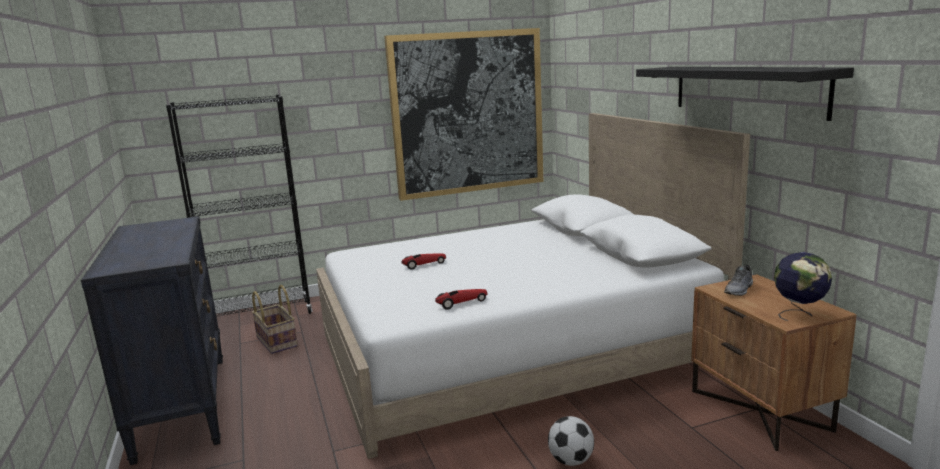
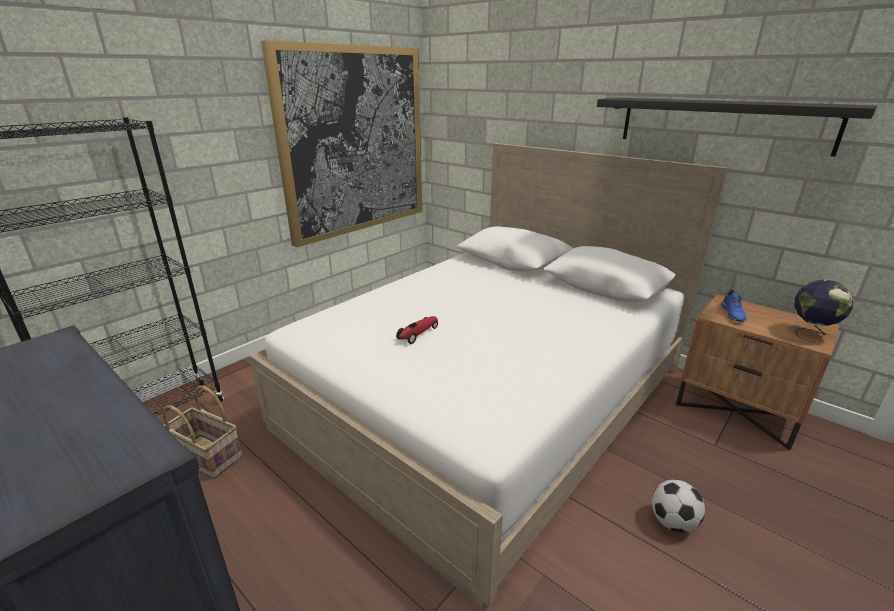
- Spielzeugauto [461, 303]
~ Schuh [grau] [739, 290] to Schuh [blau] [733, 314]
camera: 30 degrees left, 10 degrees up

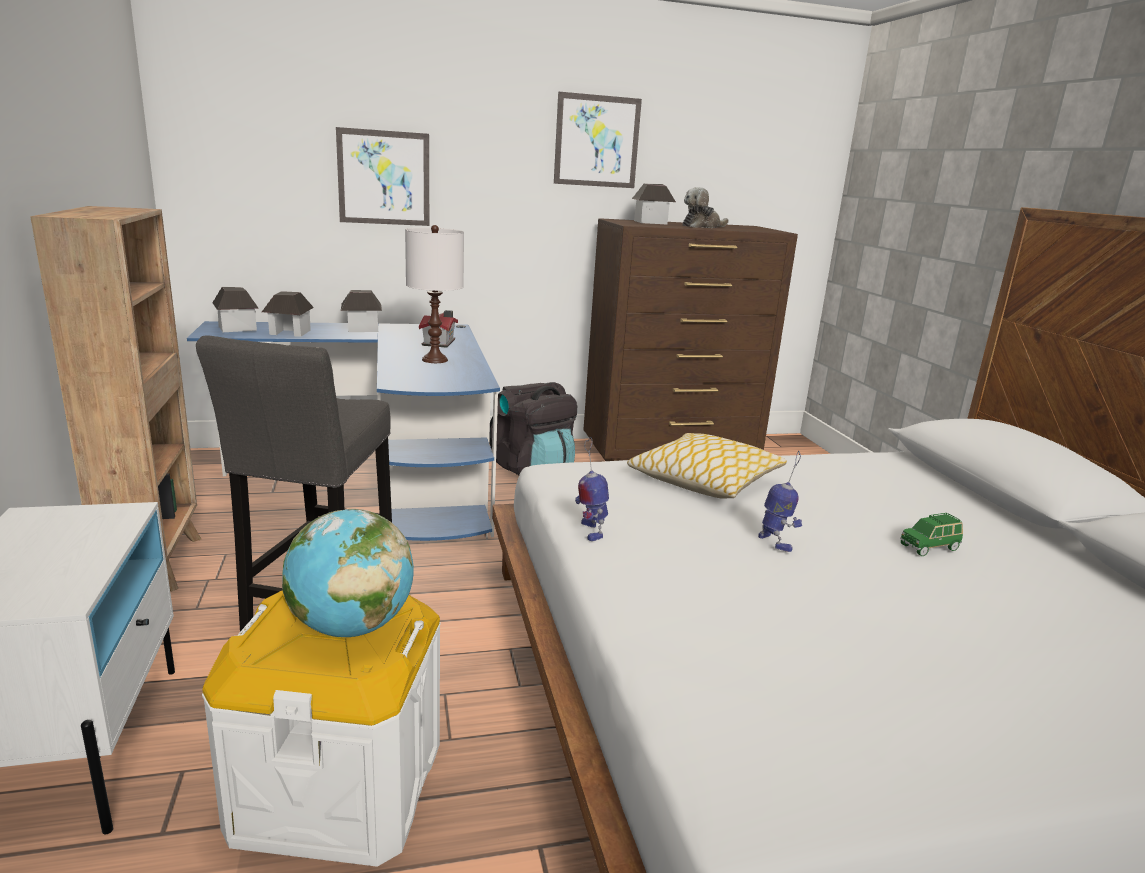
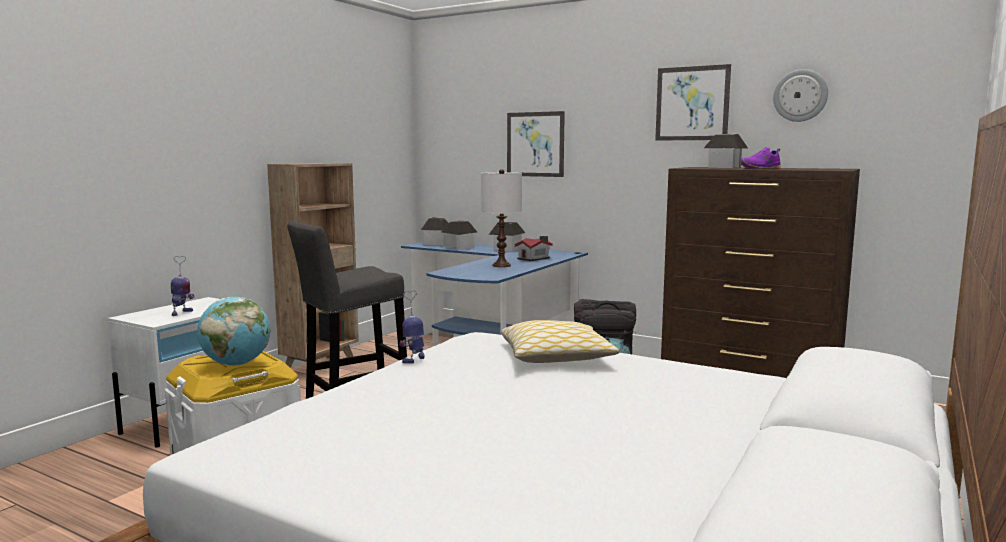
~ Plüschtier [702, 227] to Schuh [lila] [761, 168]
~ Spielzeugroboter [775, 542] to [181, 313]
- Spielzeugauto [grün] [929, 547]
+ Wanduhr [800, 95]
camera: 45 degrees right, 10 degrees down

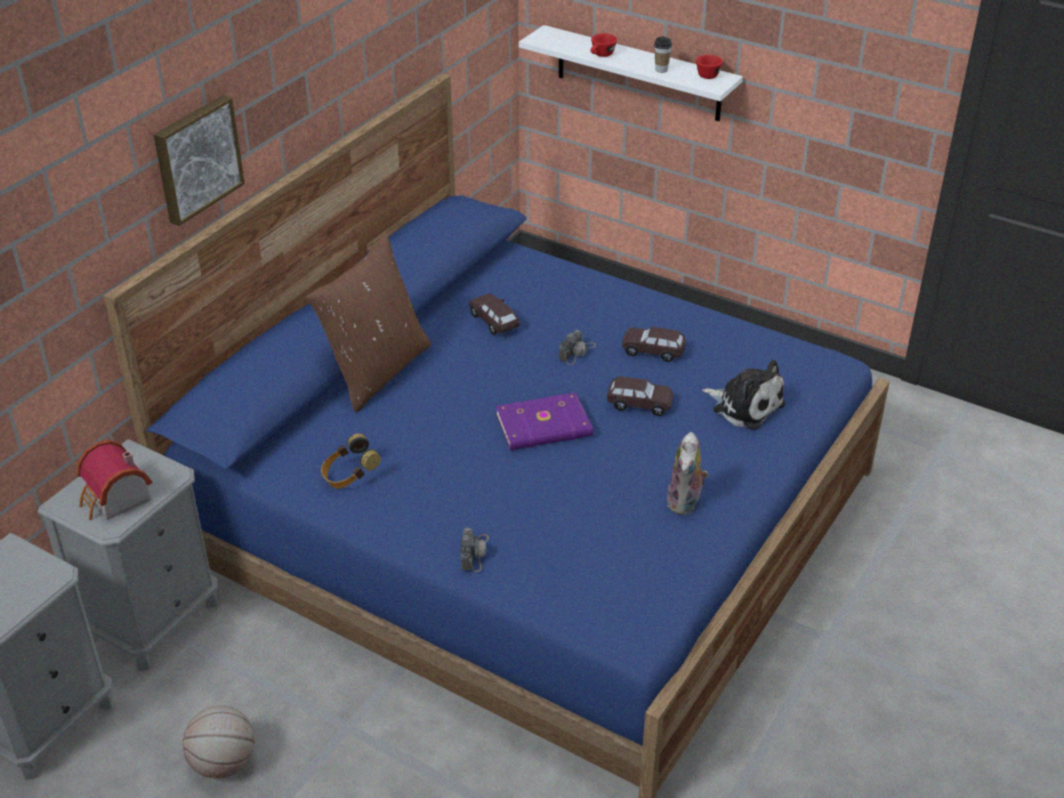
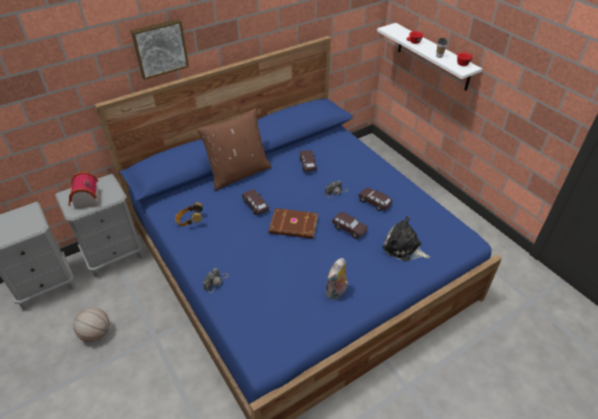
~ Buch [lila] [545, 426] to Buch [braun] [294, 226]
~ Plüschtier [745, 406] = [403, 248] 150 degrees clockwise
+ Spielzeugauto [braun] [255, 206]
camera: 25 degrees right, 5 degrees up

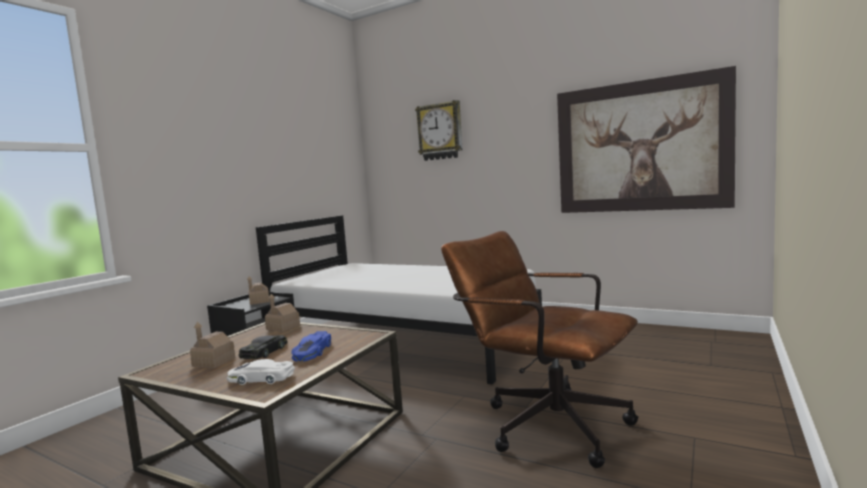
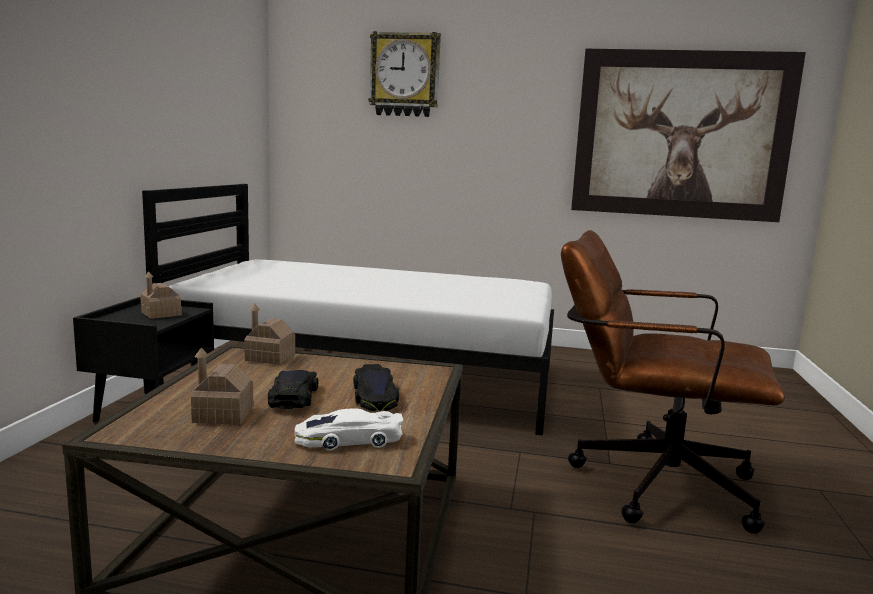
~ Spielzeugauto [blau] [312, 352] to Spielzeugauto [schwarz] [375, 396]
camera: 20 degrees left, 5 degrees up

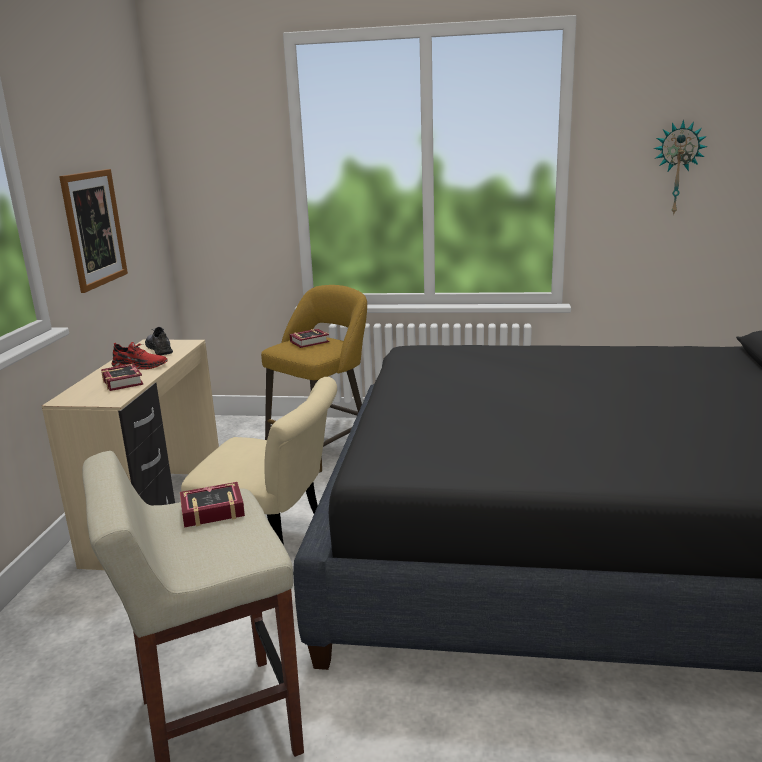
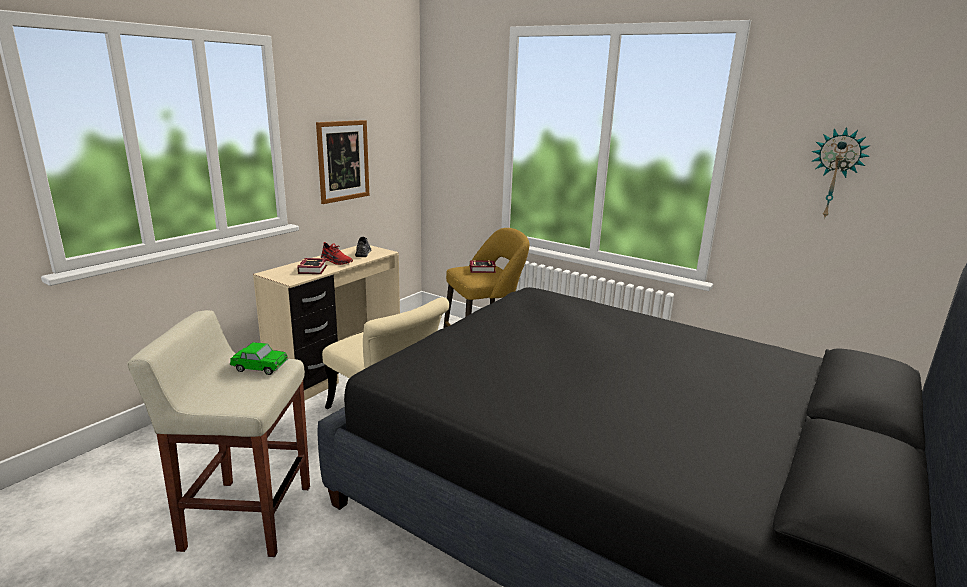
~ Buch [209, 510] to Spielzeugauto [260, 368]
camera: 25 degrees right, 0 degrees up

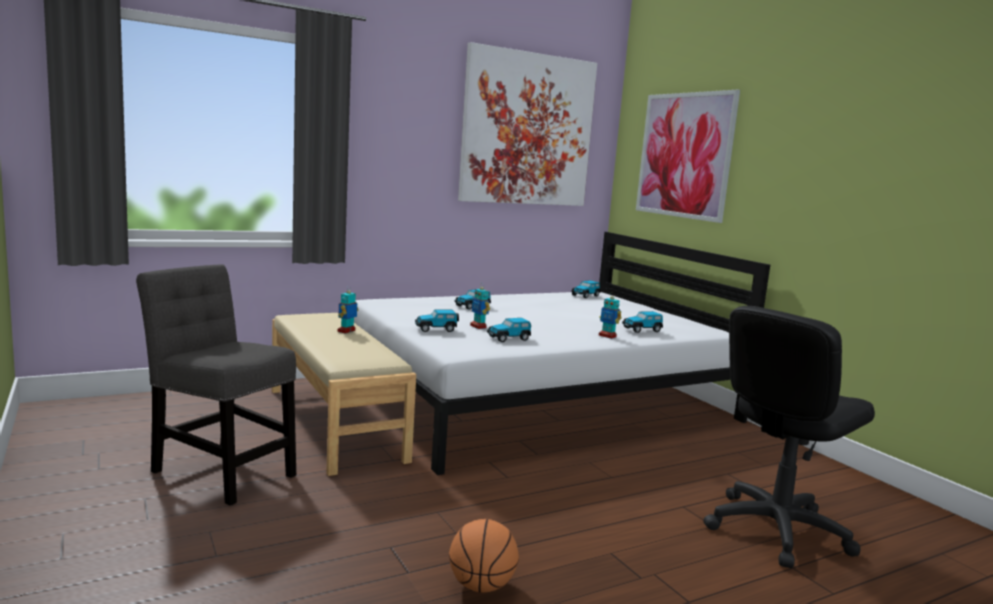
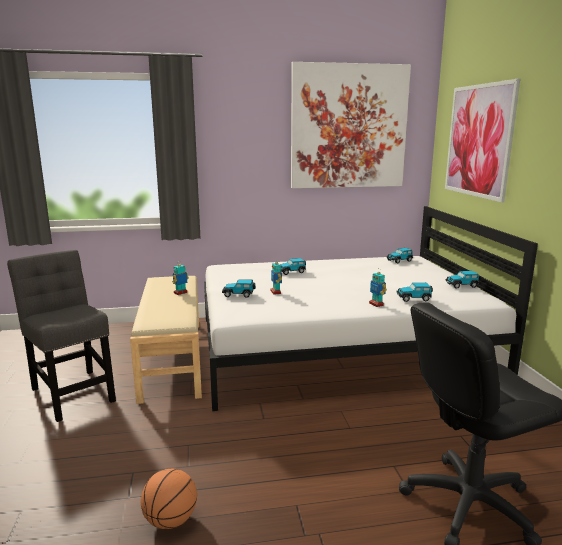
~ Spielzeugauto [509, 338] to [462, 285]
camera: 20 degrees right, 5 degrees up

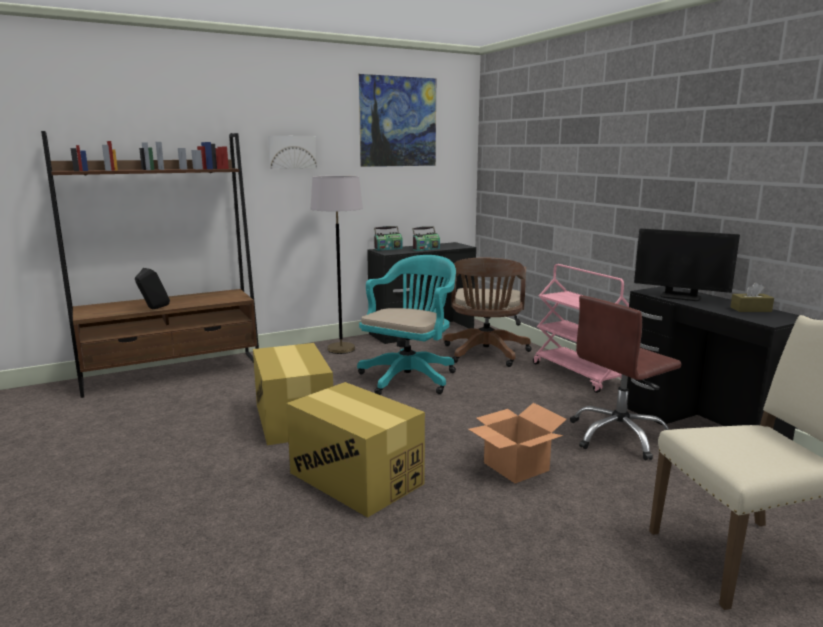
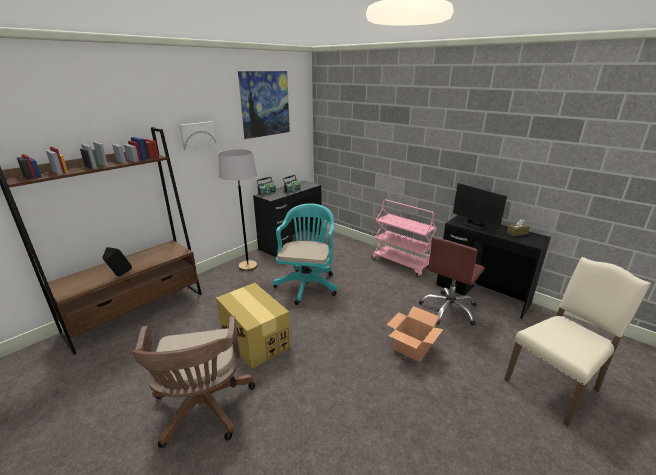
- Karton [355, 478]
~ Bürostuhl [braun] [485, 354] to [203, 410]
~ Monitor [680, 297] = [475, 225] 45 degrees clockwise
camera: 20 degrees left, 10 degrees up

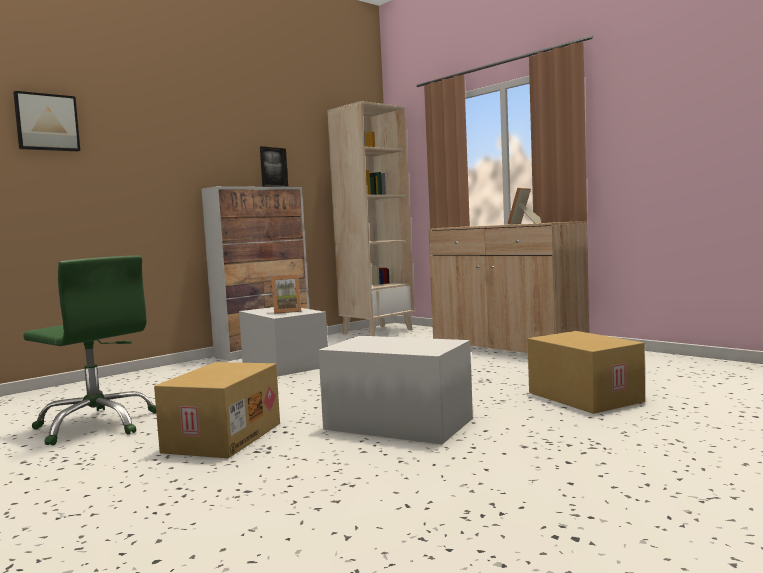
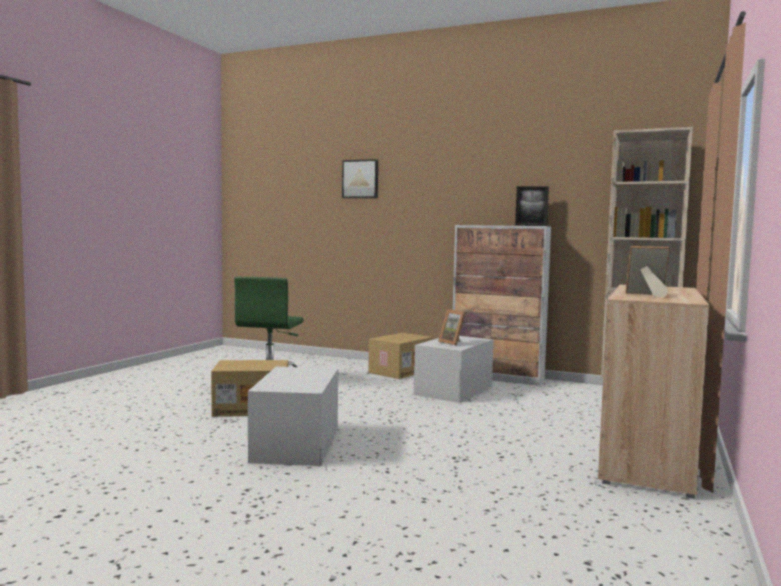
~ Karton [582, 397] to [400, 371]
camera: 65 degrees right, 0 degrees up

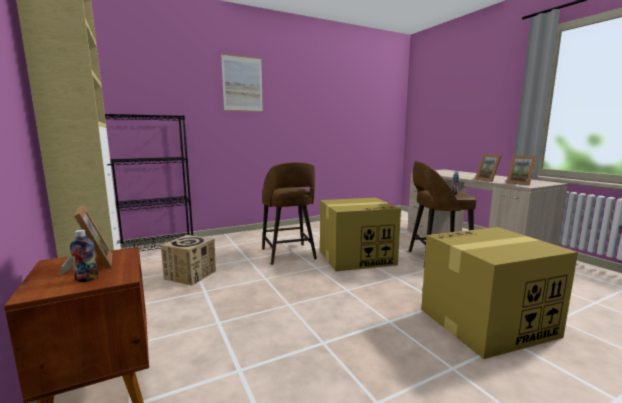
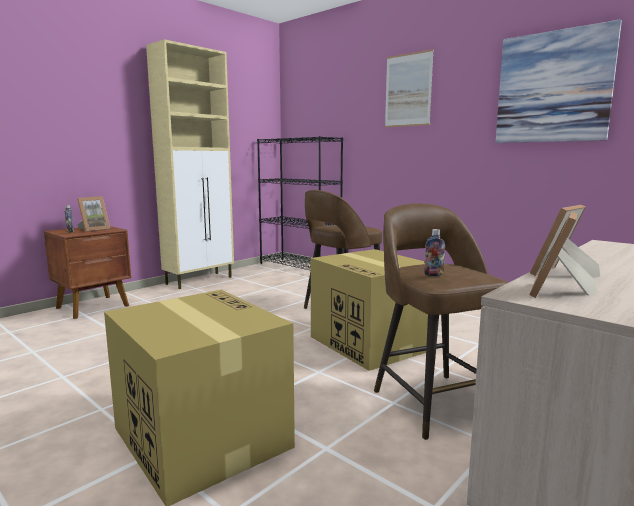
- Karton [190, 275]
+ Bild [553, 87]
camera: 70 degrees right, 0 degrees up

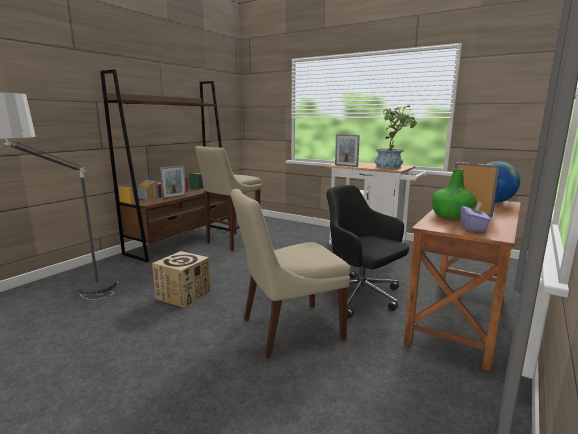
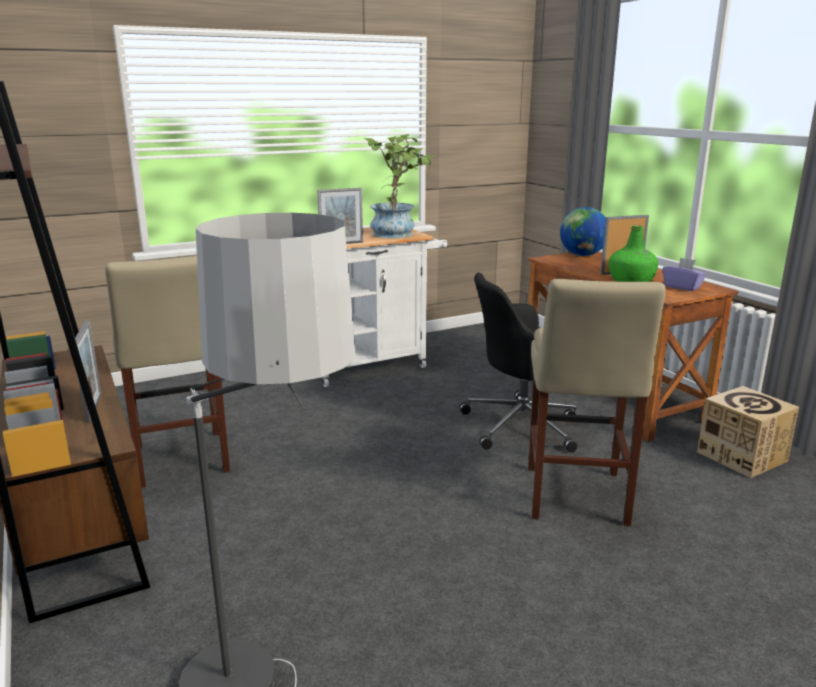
~ Karton [183, 295] to [741, 456]
~ Stuhl [beige] [288, 329] to Hocker [beige] [575, 498]
camera: 60 degrees left, 5 degrees up

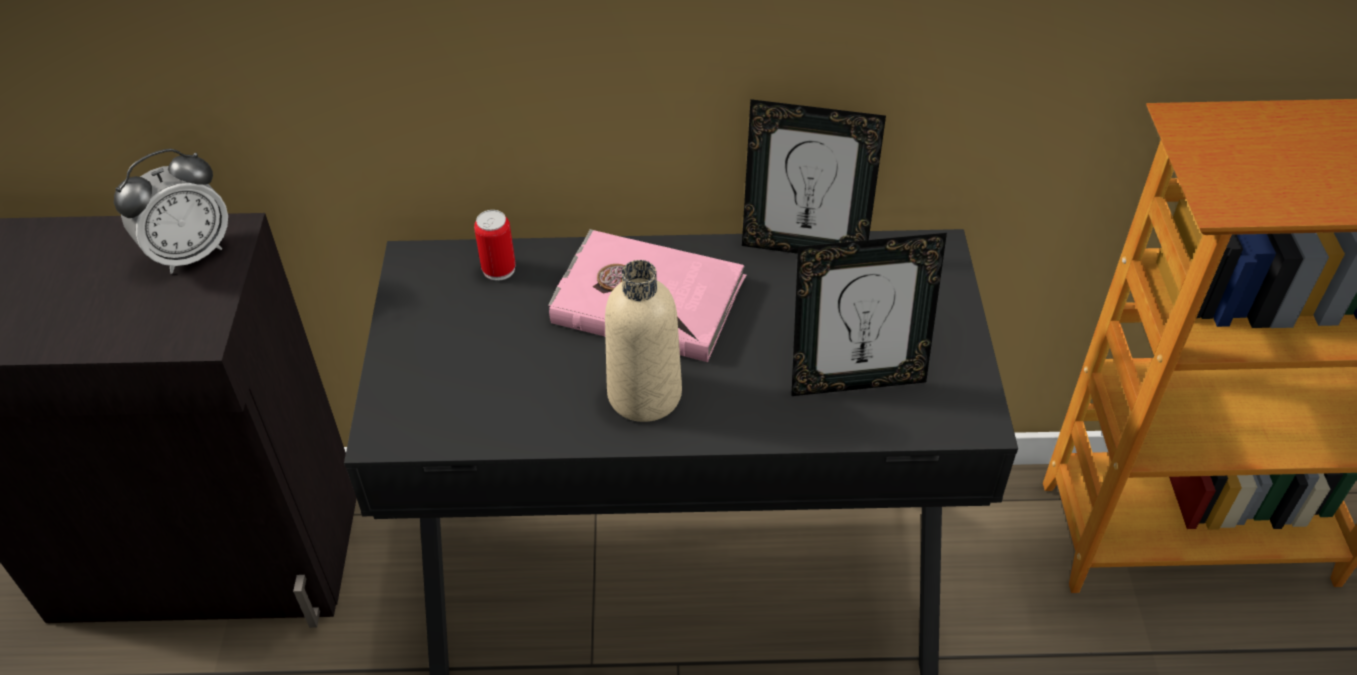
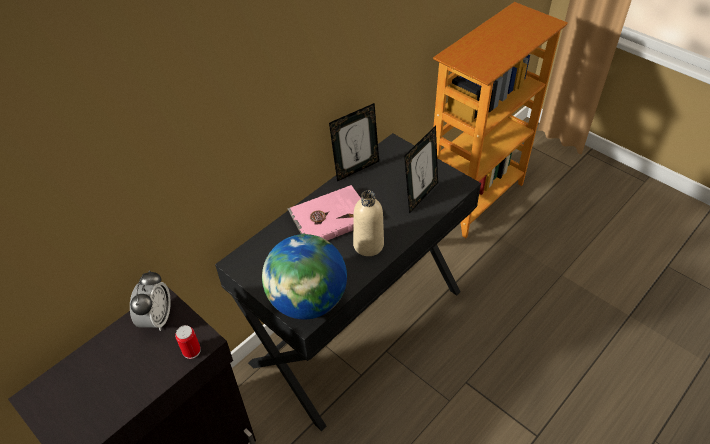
~ Dose [499, 269] to [191, 351]
+ Globus [308, 301]
camera: 45 degrees left, 0 degrees up

